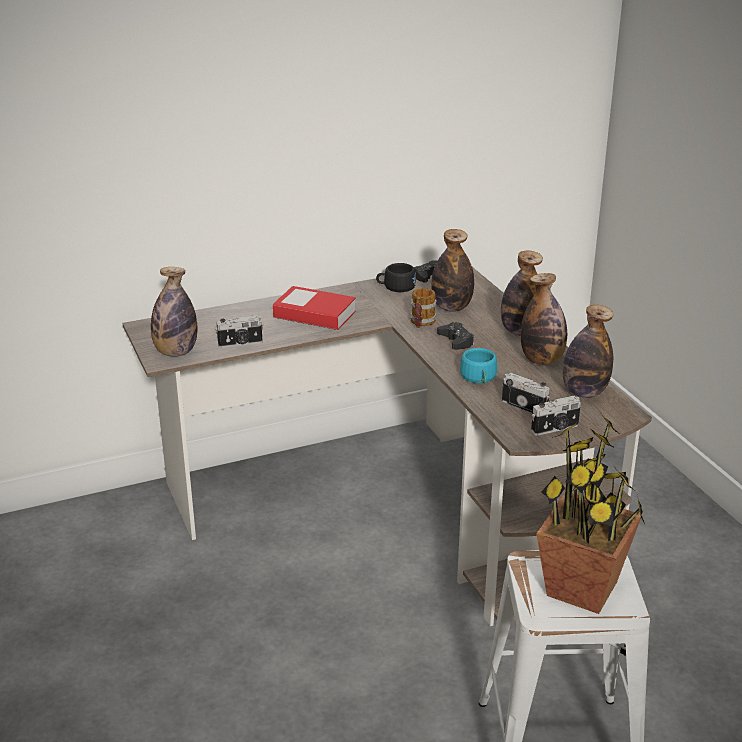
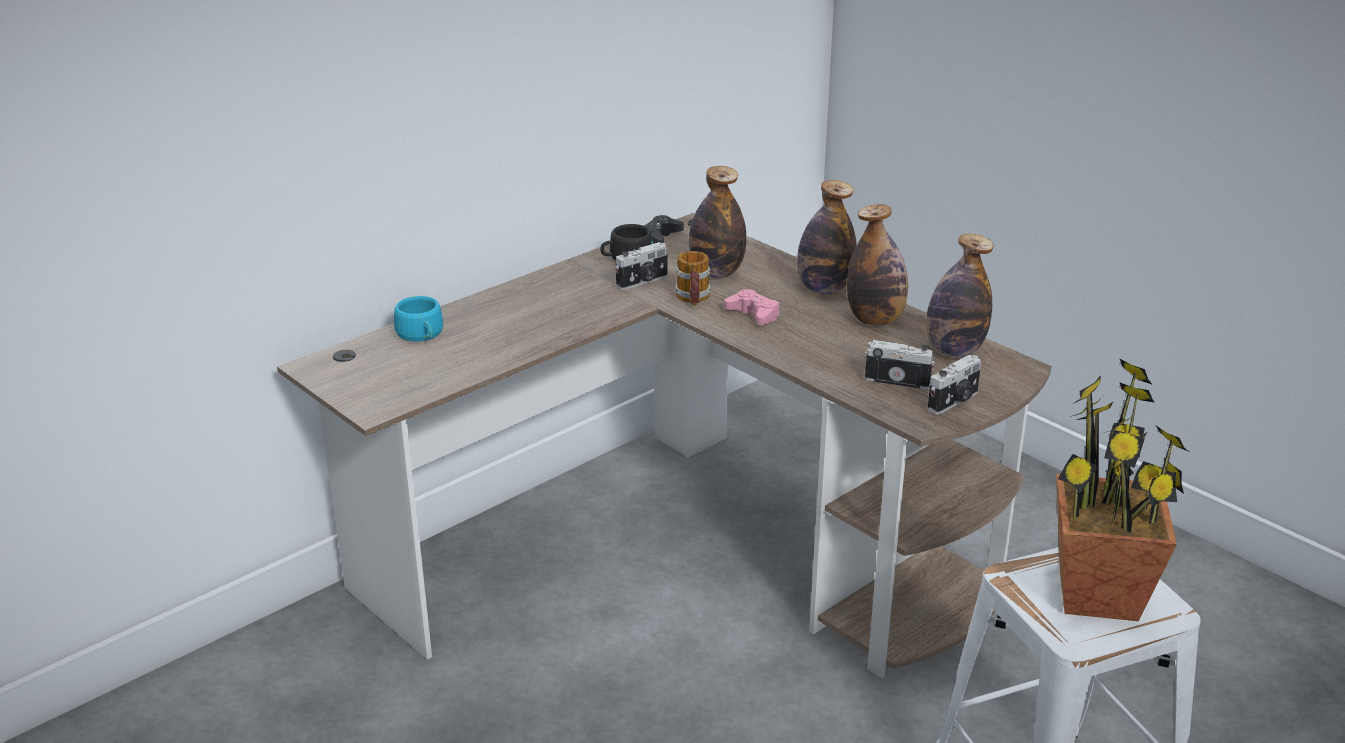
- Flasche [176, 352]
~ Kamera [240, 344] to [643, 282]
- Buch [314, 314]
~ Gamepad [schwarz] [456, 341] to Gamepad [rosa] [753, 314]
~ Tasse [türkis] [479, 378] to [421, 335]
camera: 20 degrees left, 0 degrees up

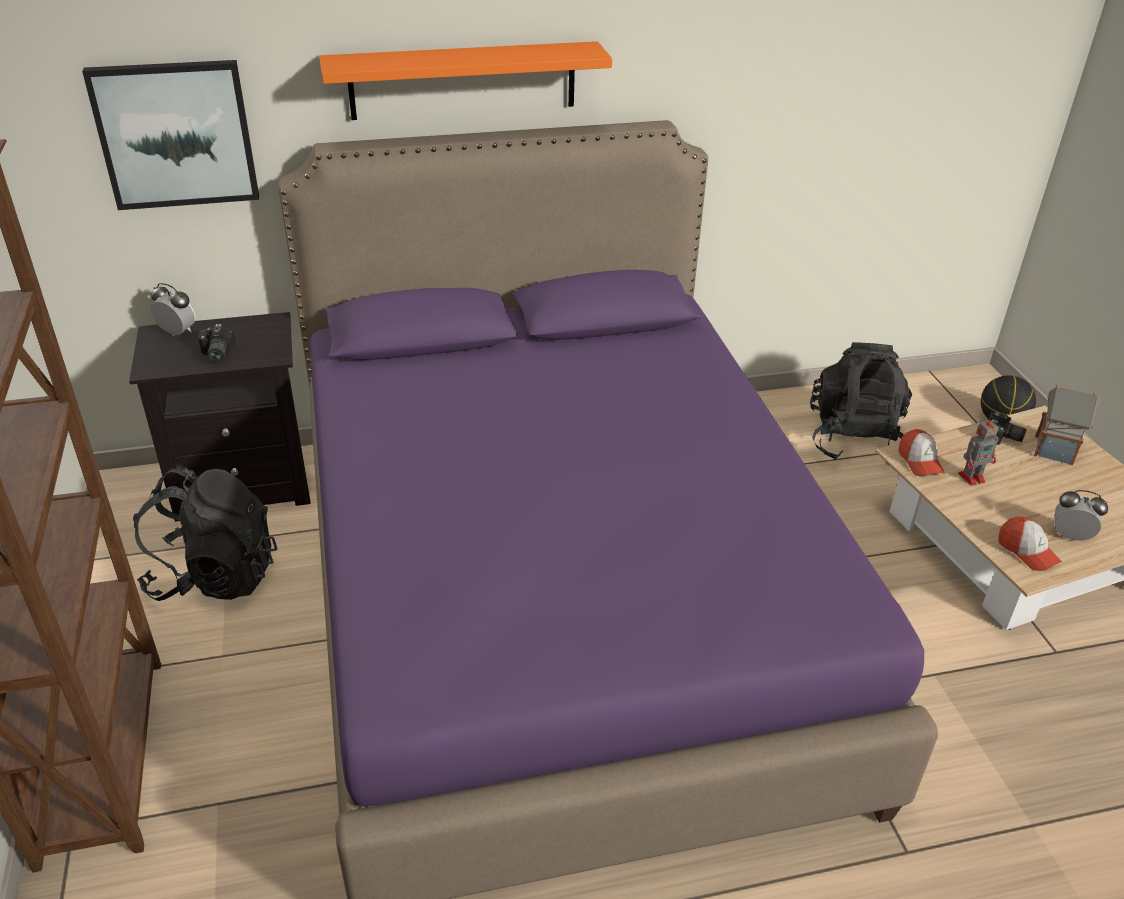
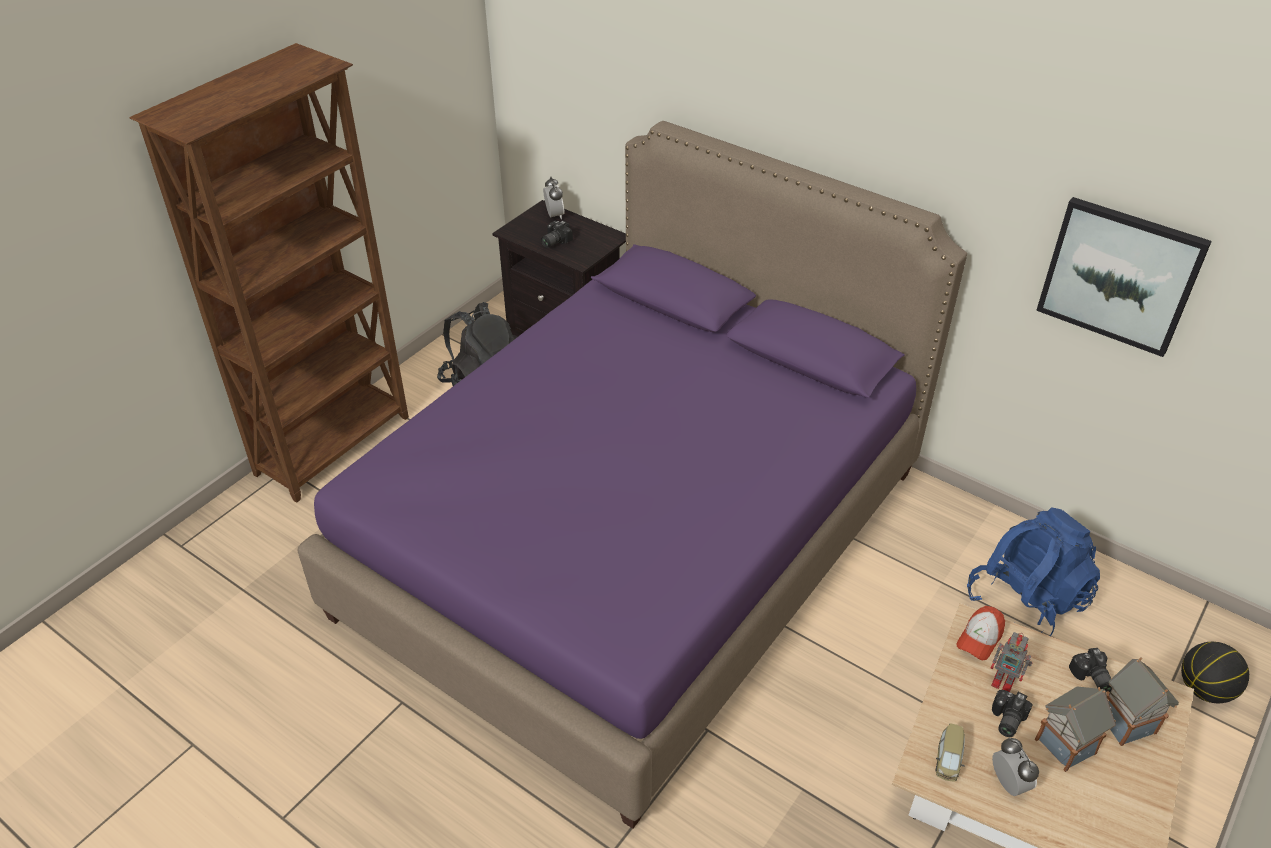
~ Bild [176, 134] to [1120, 275]
- Wandregal [orange] [463, 80]
~ Rucksack [schwarz] [854, 440] to Rucksack [blau] [1025, 602]
~ Kappe [1027, 551] to Spielzeugauto [948, 760]
+ Kamera [1005, 719]
+ Spielzeughaus [1066, 745]
camera: 50 degrees right, 5 degrees up

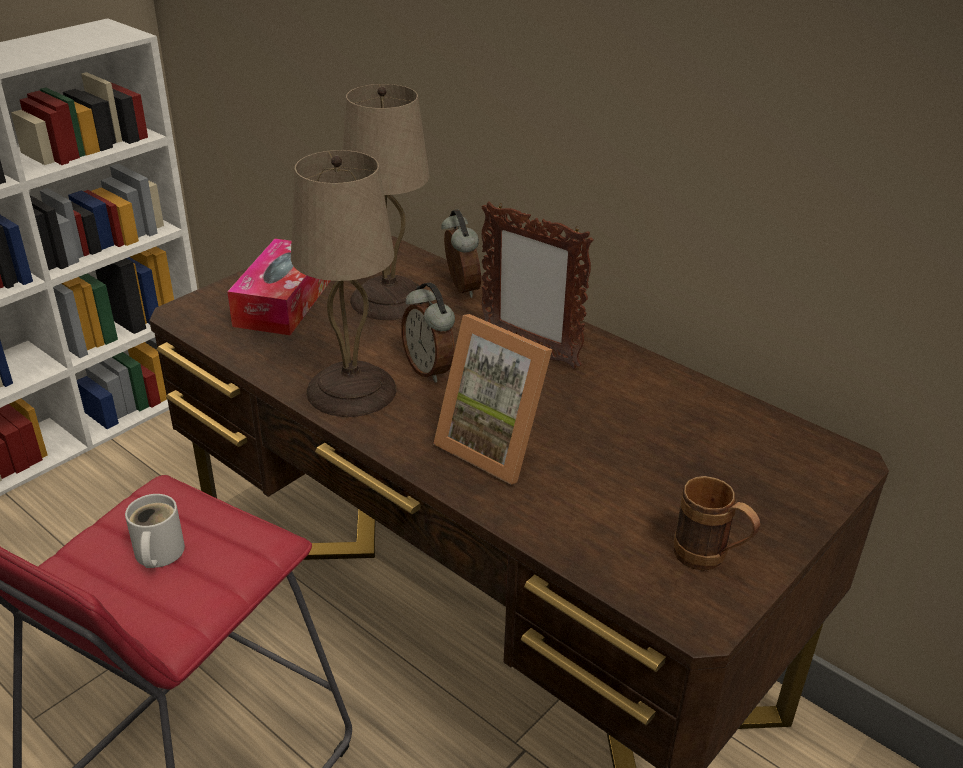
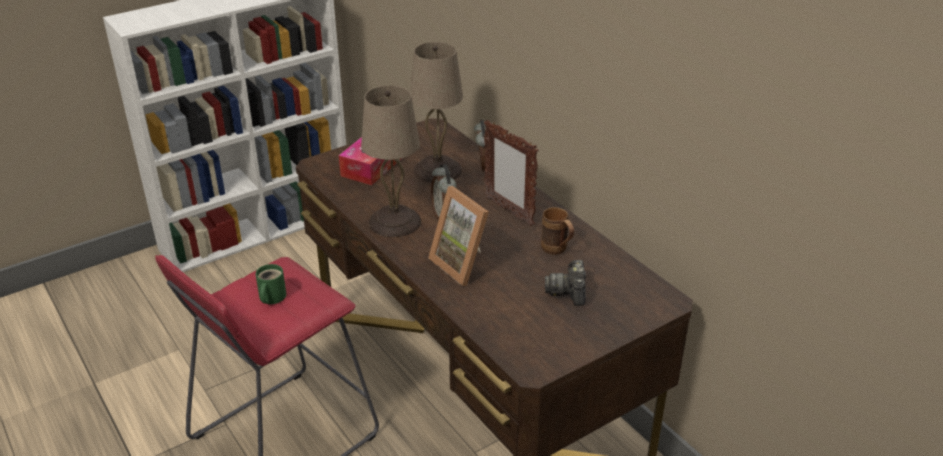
~ Henkelbecher [weiß] [156, 554] to Henkelbecher [grün] [270, 297]
~ Henkelbecher [braun] [709, 560] to [557, 250]
+ Kamera [568, 292]
camera: 15 degrees right, 0 degrees up

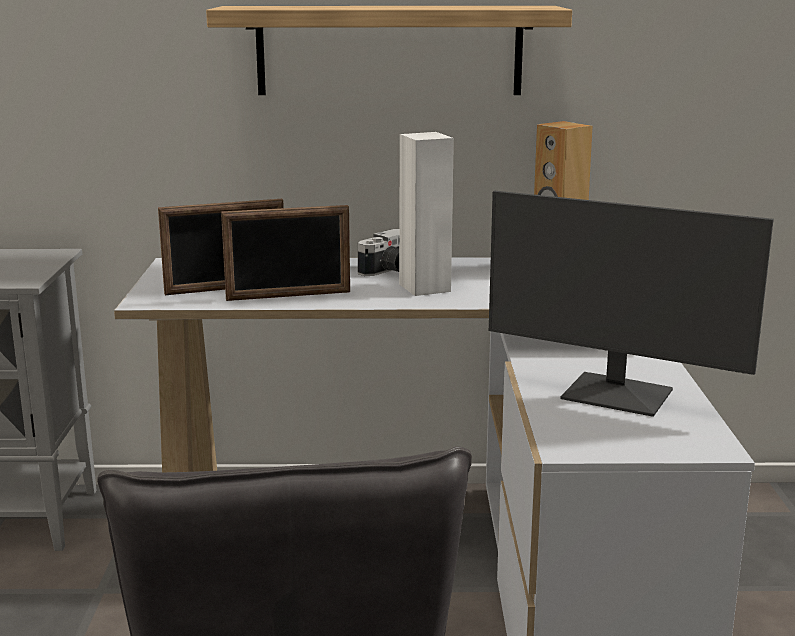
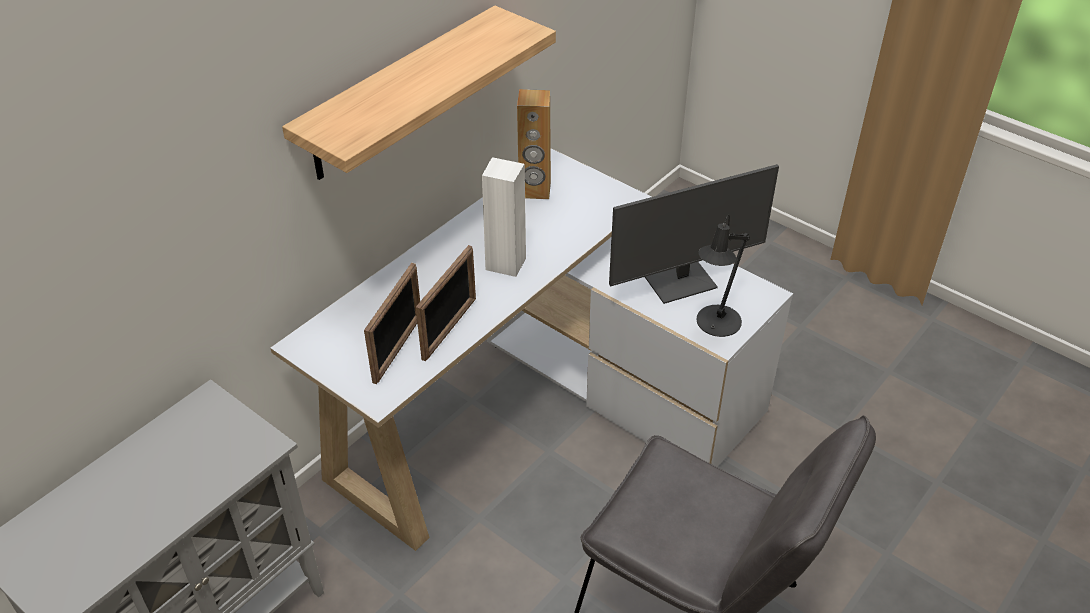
- Kamera [388, 271]
+ Tischlampe [schwarz] [715, 325]
camera: 50 degrees left, 25 degrees up

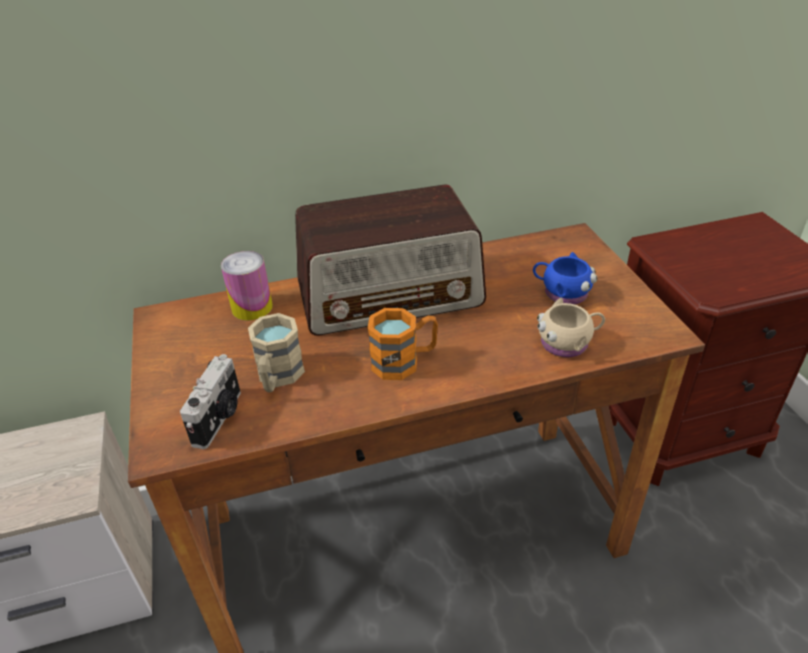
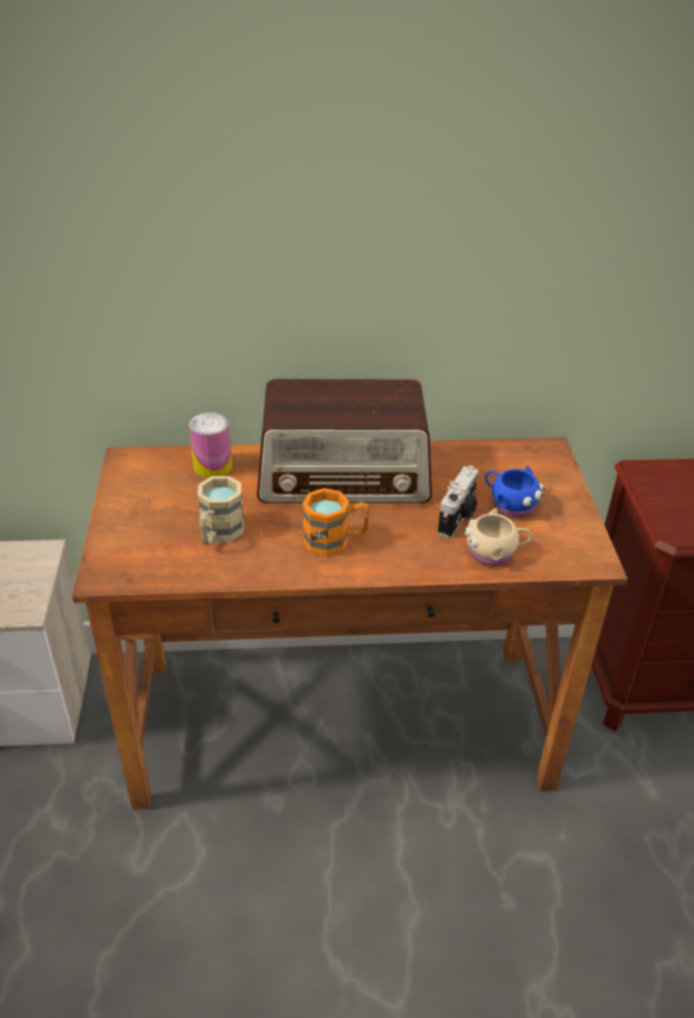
~ Kamera [220, 418] to [458, 517]
camera: 10 degrees right, 0 degrees up

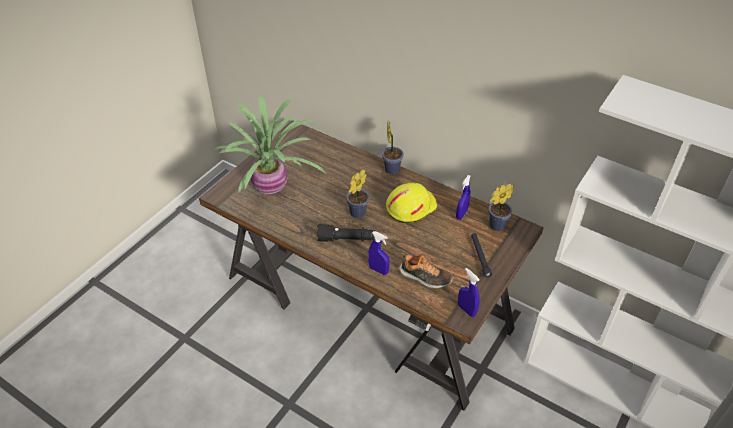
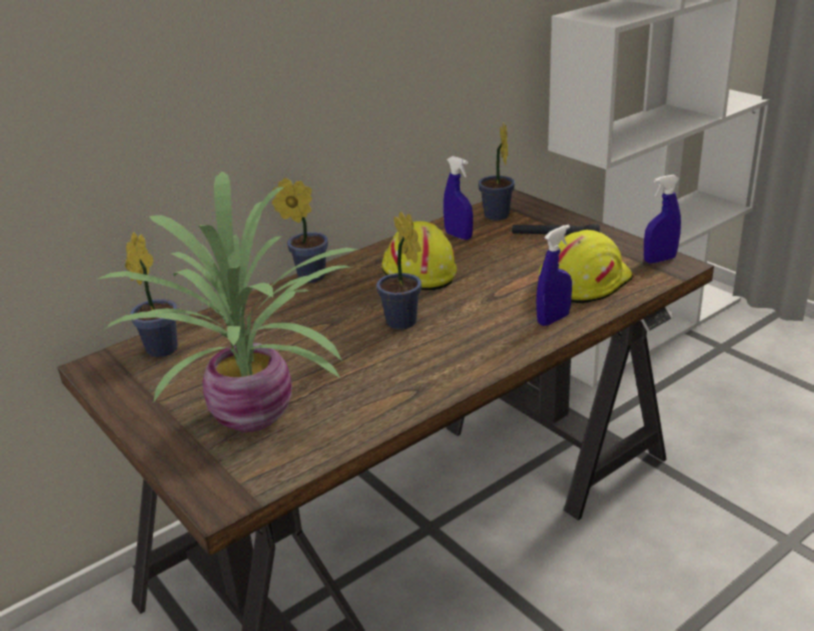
- Taschenlampe [schwarz] [347, 239]
~ Schuh [425, 277] to Schutzhelm [gelb] [583, 282]
+ Topfpflanze [164, 347]
camera: 70 degrees left, 15 degrees down

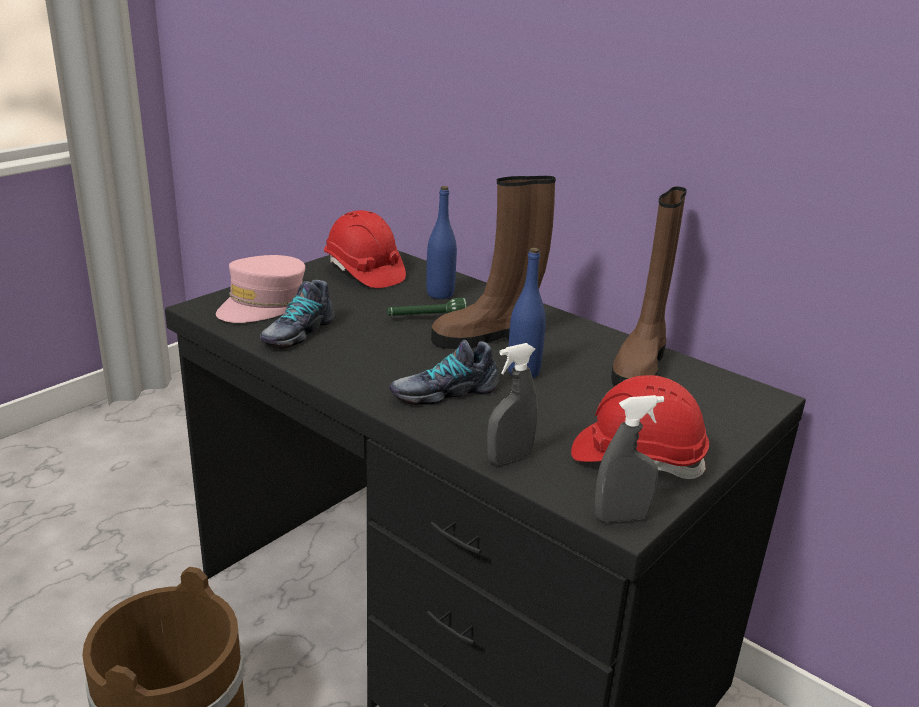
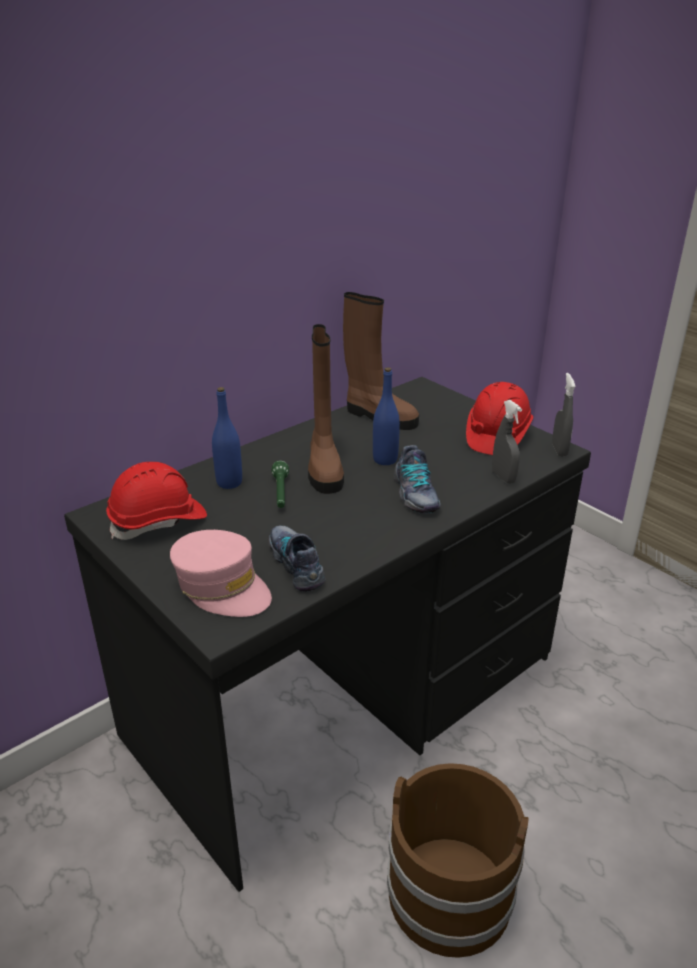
~ Schuh [296, 332] = [297, 563] 150 degrees counterclockwise
camera: 80 degrees left, 5 degrees up

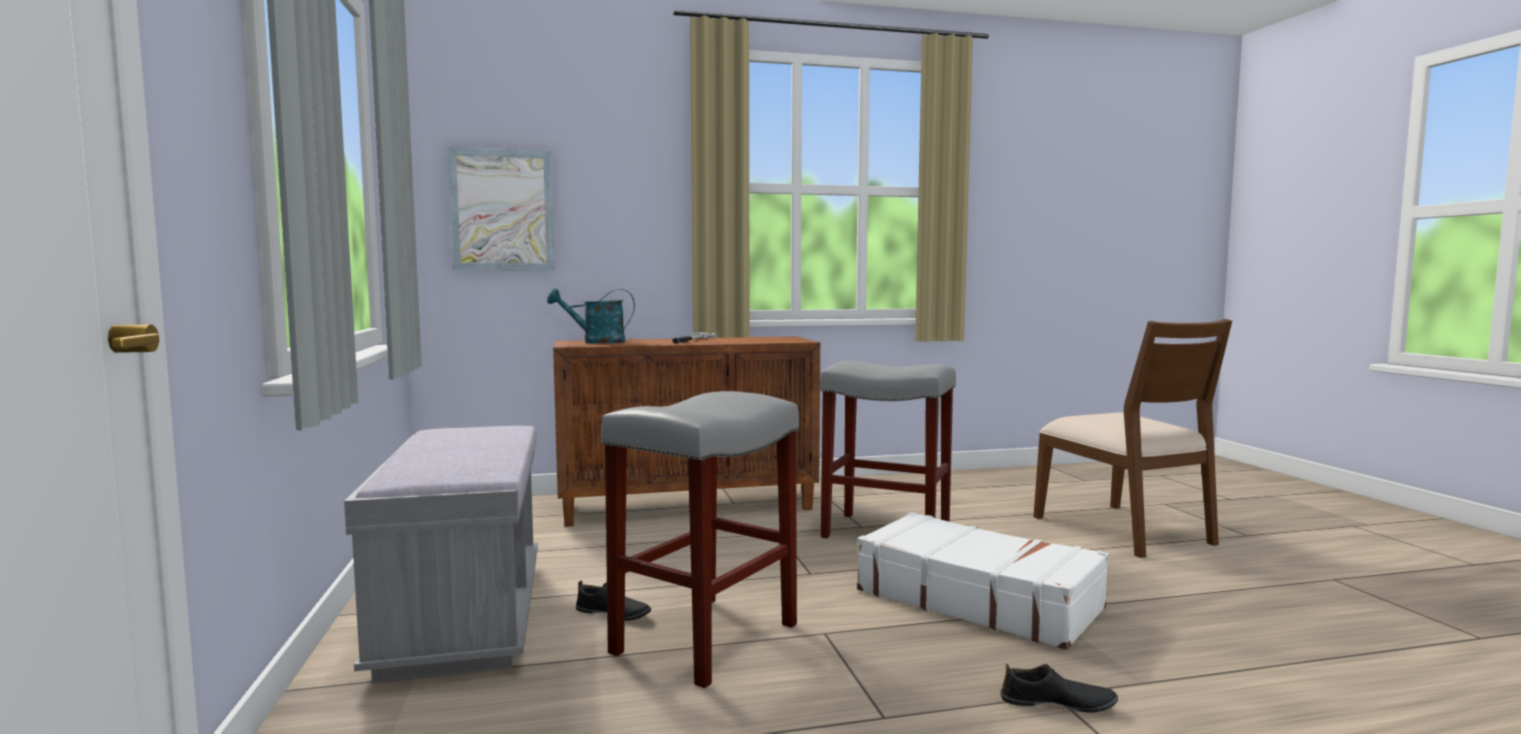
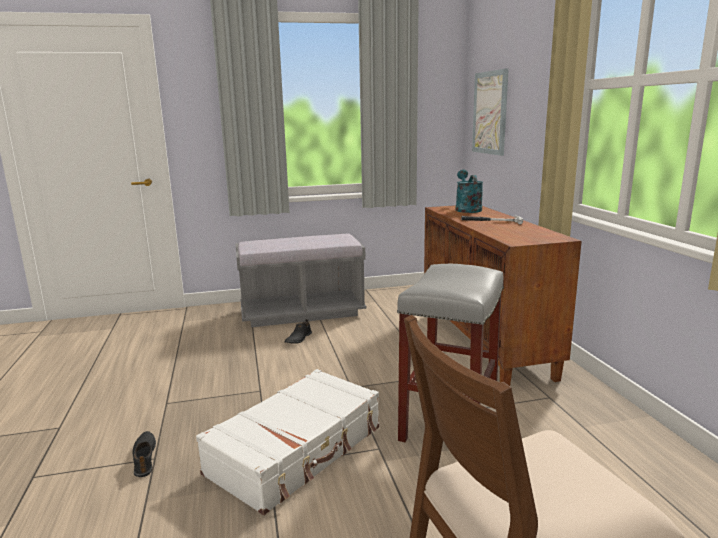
- Hocker [grau] [706, 637]
~ Schuh [schwarz] [1057, 703] = [145, 457] 150 degrees clockwise
camera: 90 degrees right, 10 degrees up

